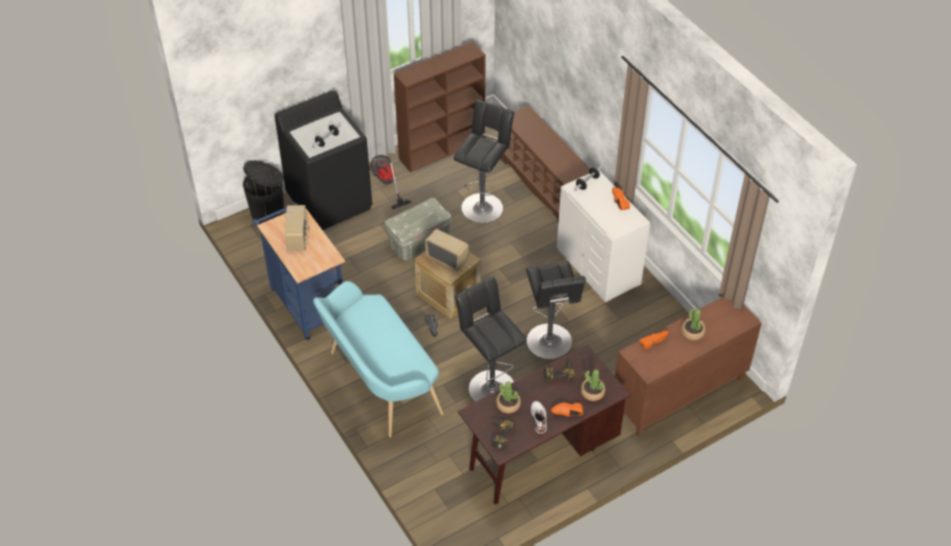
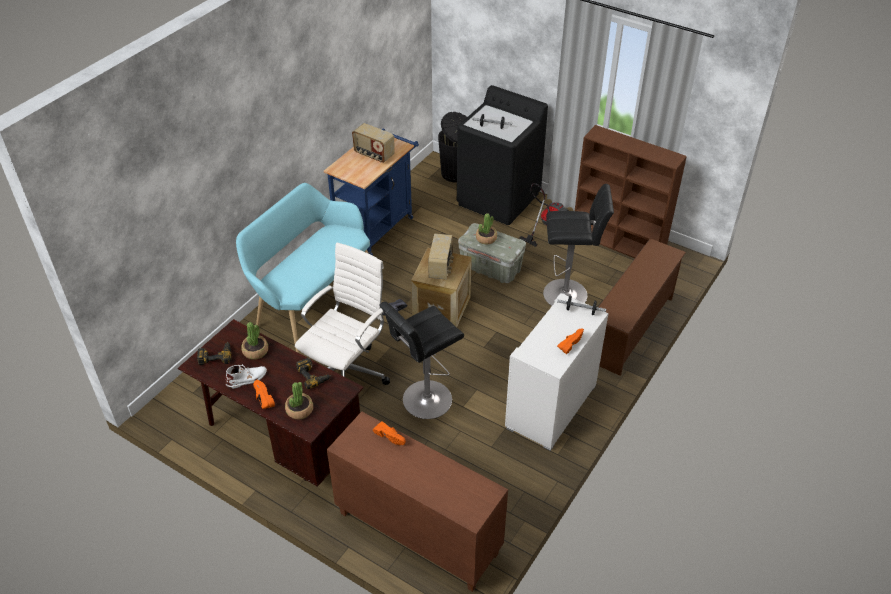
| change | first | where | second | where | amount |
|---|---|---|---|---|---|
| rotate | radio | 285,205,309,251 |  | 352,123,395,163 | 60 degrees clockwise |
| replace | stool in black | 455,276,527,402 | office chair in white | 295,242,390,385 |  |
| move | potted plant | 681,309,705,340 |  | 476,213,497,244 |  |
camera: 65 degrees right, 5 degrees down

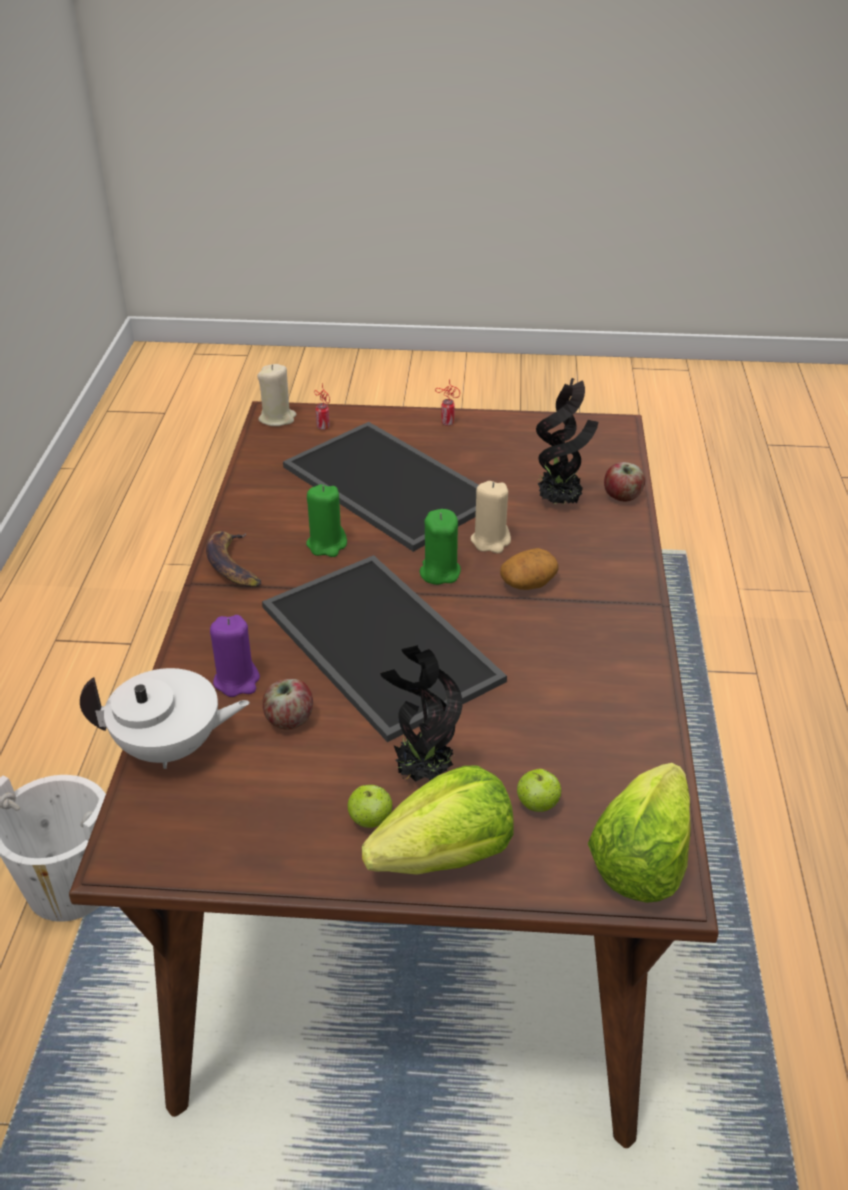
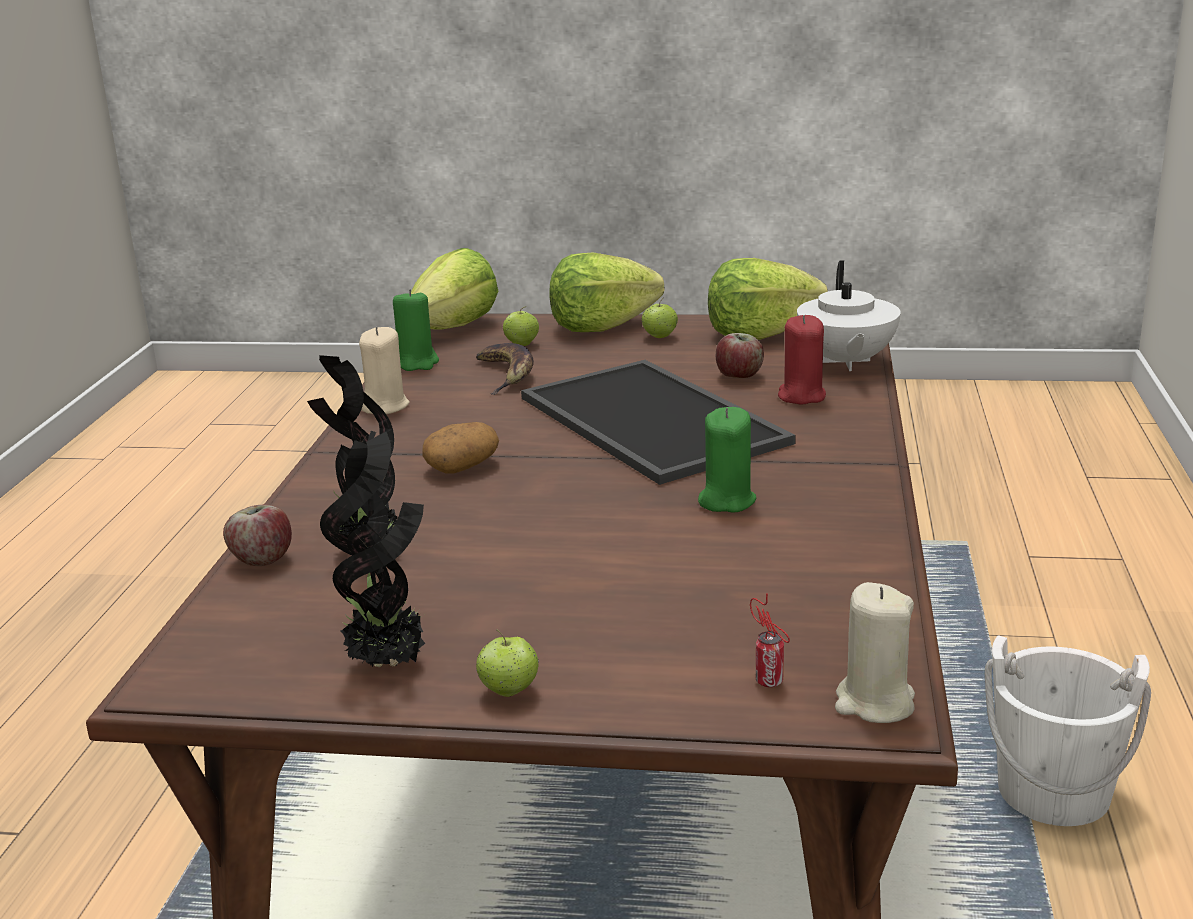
| change | first | where | second | where | amount |
|---|---|---|---|---|---|
| rotate | teapot in white | 80,668,250,769 |  | 797,261,901,371 | 90 degrees counterclockwise |
| move | banana | 206,531,261,587 |  | 476,343,534,395 |  |
| recolor | candle in purple | 210,615,260,697 | candle in red | 778,315,826,404 |  |
| delete | tray | 283,422,478,552 |  |  |  |
| move | potted plant | 380,645,463,782 |  | 320,430,426,667 |  |
| move | candle in green | 419,509,461,585 |  | 393,289,439,371 |  |
| replace | can | 435,379,460,426 | apple | 476,629,539,697 |  |
| move | candle in beige | 471,481,511,553 |  | 359,327,410,414 |  |
| insert |  |  | lettuce | 708,258,828,340 |  |
camera: 175 degrees left, 15 degrees down

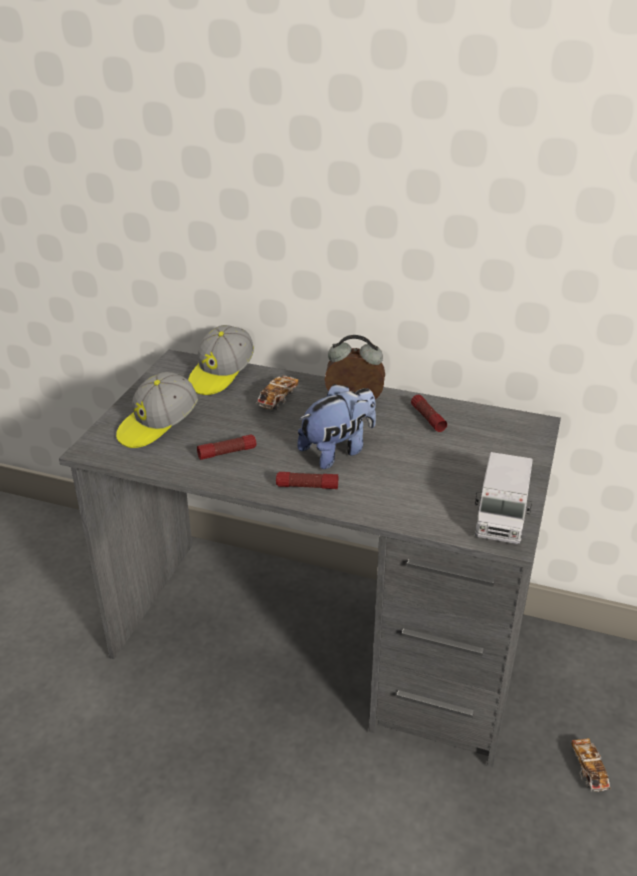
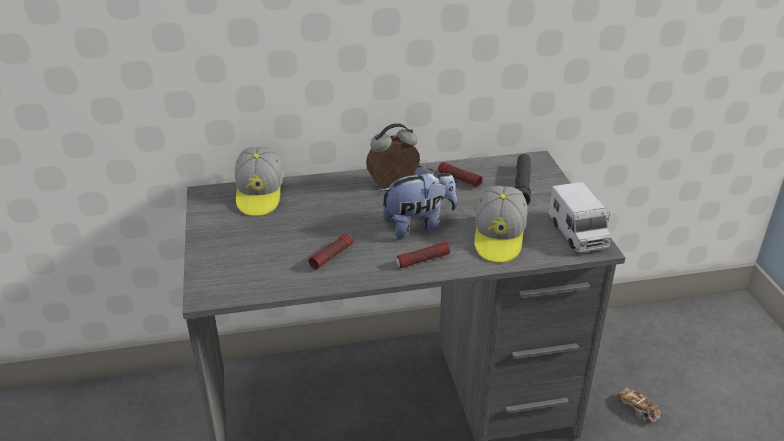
| change | first | where | second | where | amount |
|---|---|---|---|---|---|
| move | cap | 116,372,198,448 |  | 474,186,527,263 |  |
| delete | toy car | 256,375,299,410 |  |  |  |
| rotate | plush toy | 297,384,376,469 |  | 380,166,457,239 | 45 degrees clockwise |
| insert |  |  | flashlight in black | 514,154,531,205 |  |
camera: 30 degrees left, 0 degrees up

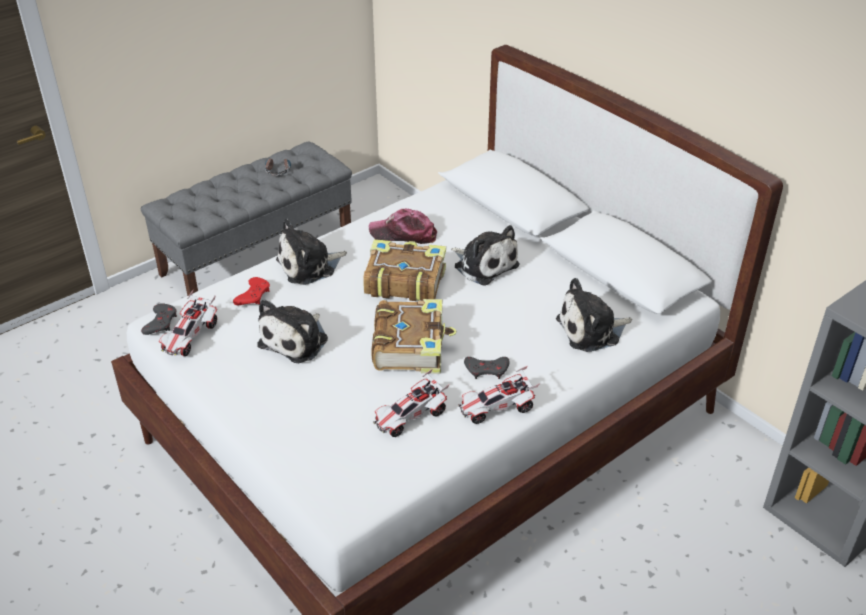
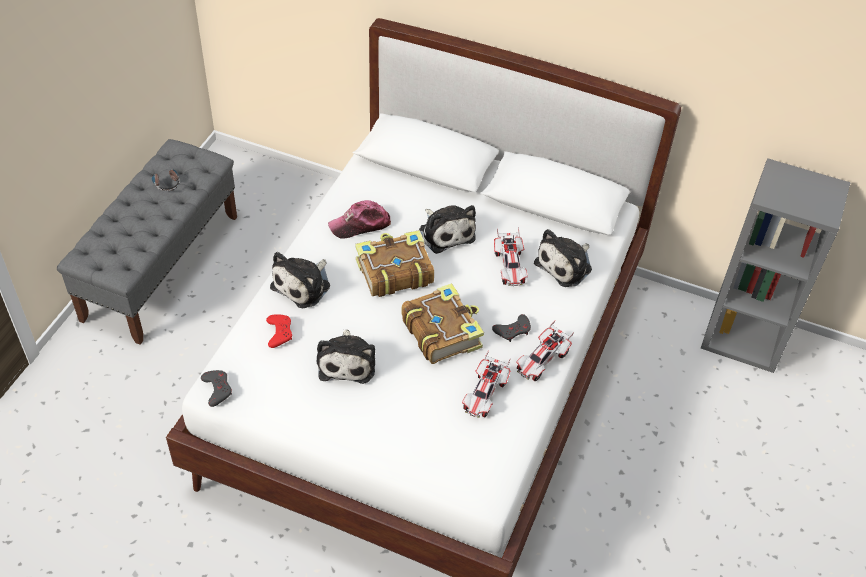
| change | first | where | second | where | amount |
|---|---|---|---|---|---|
| move | toy car | 159,290,217,356 |  | 494,228,528,286 |  |
| rotate | plush toy | 451,225,519,286 |  | 419,205,476,254 | 45 degrees clockwise |
camera: 30 degrees left, 10 degrees up

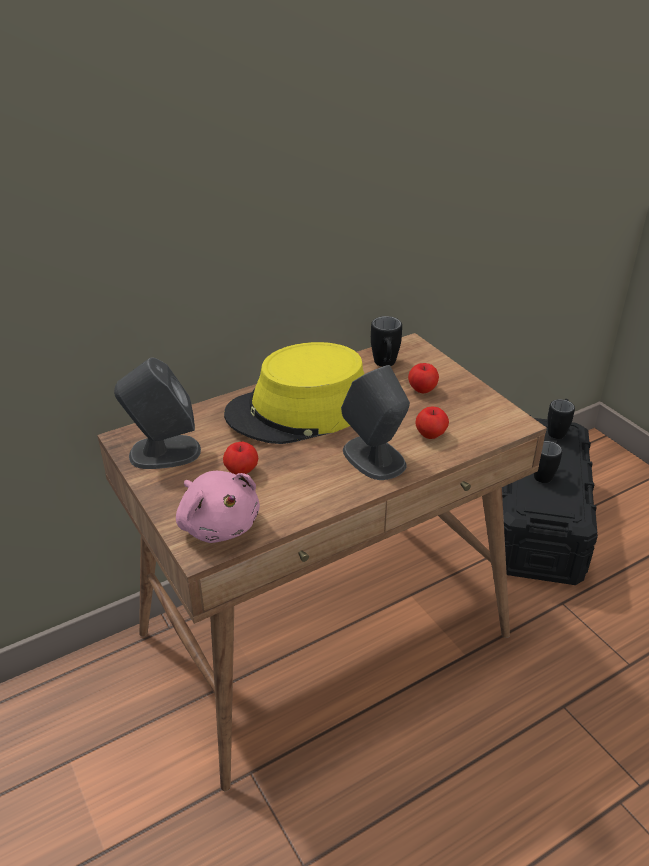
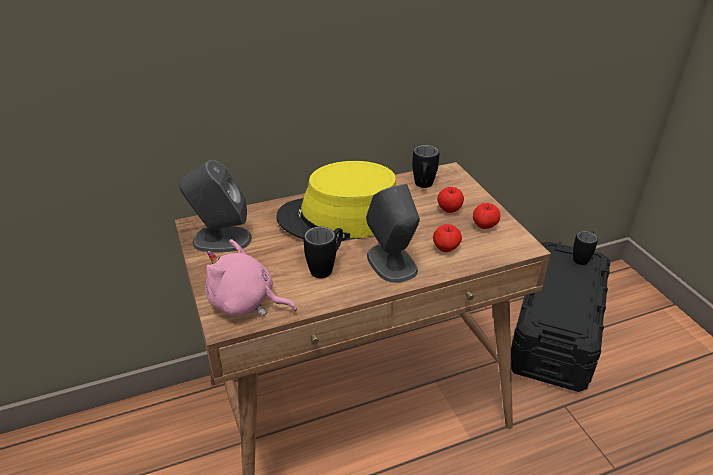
| change | first | where | second | where | amount |
|---|---|---|---|---|---|
| rotate | plush toy in pink | 176,471,260,543 |  | 205,239,297,317 | 135 degrees clockwise |
| move | apple | 223,442,258,475 |  | 473,203,500,229 |  |
| move | mug in black | 534,440,562,483 |  | 304,227,343,278 |  |
camera: 10 degrees right, 0 degrees up

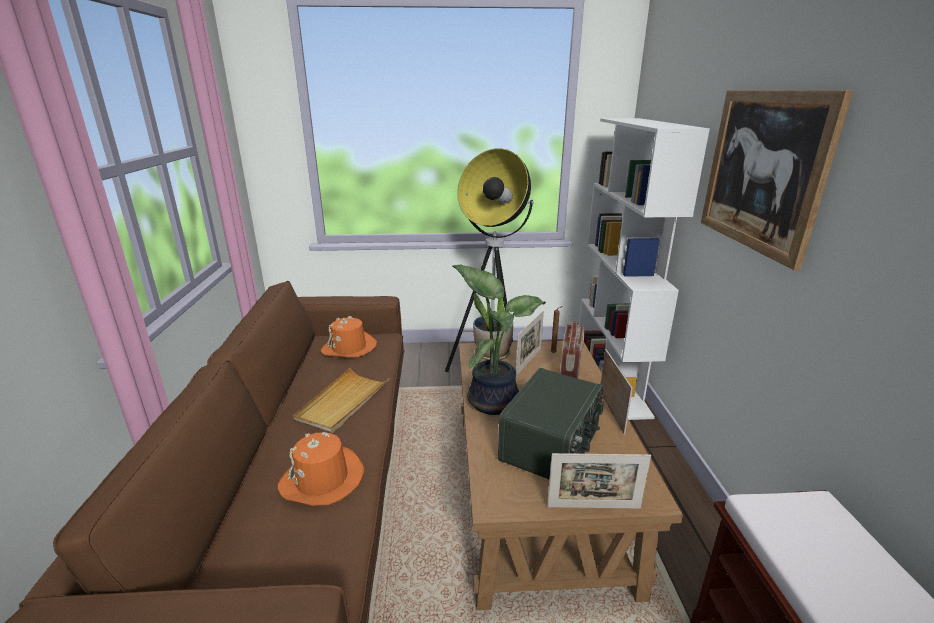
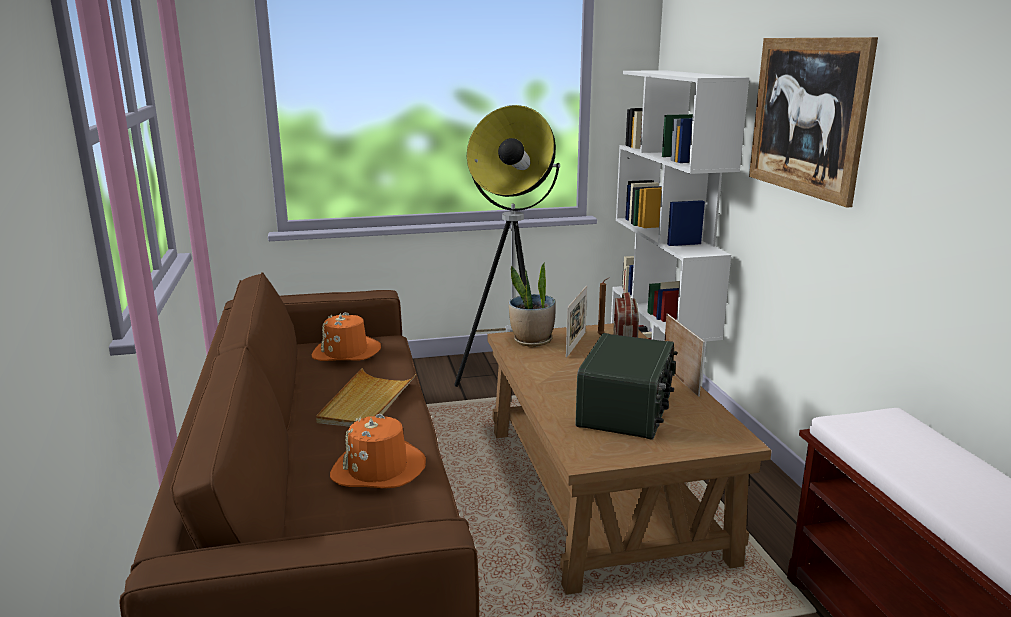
| change | first | where | second | where | amount |
|---|---|---|---|---|---|
| delete | potted plant | 452,264,546,415 |  |  |  |
| delete | picture frame | 547,453,651,509 |  |  |  |
camera: 10 degrees left, 5 degrees down

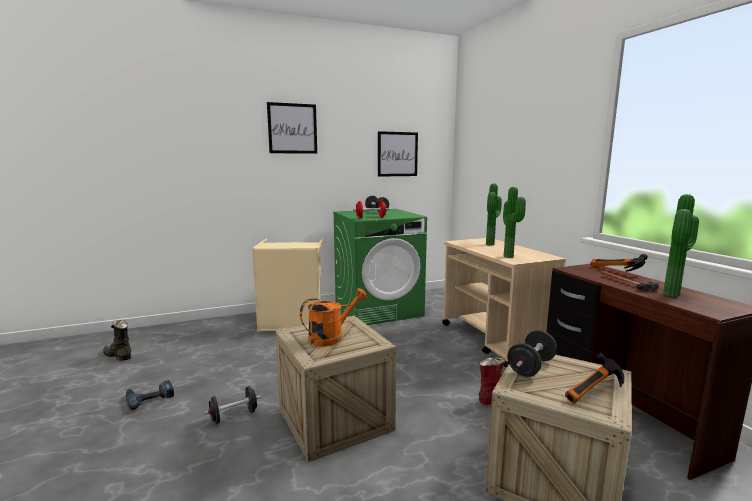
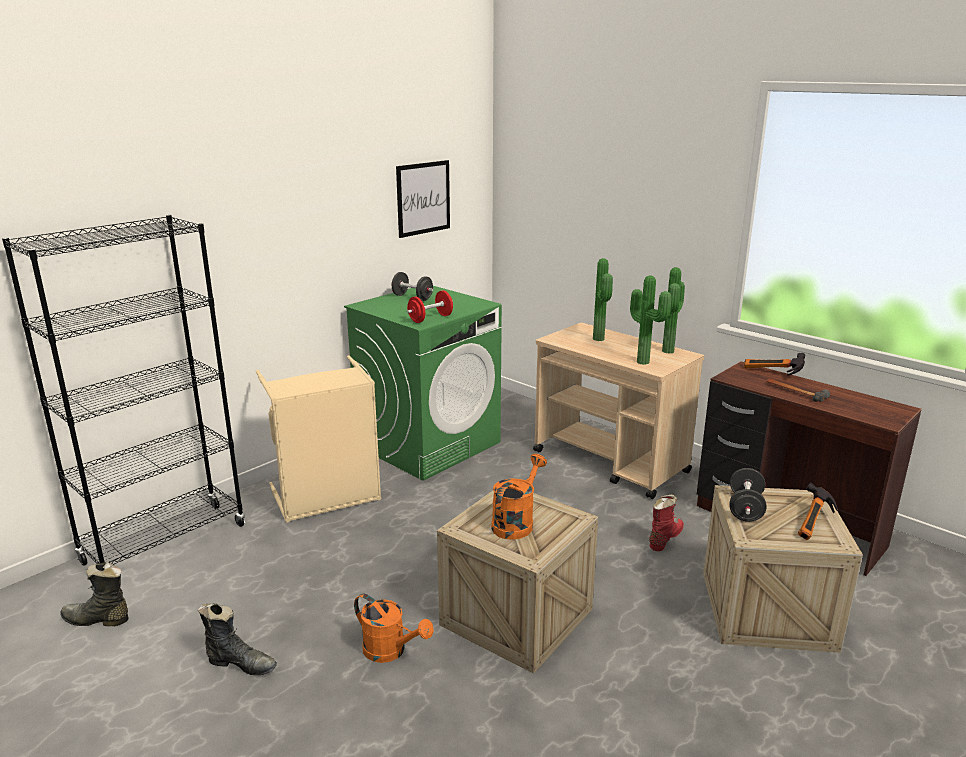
| change | first | where | second | where | amount |
|---|---|---|---|---|---|
| replace | power drill | 126,380,174,410 | boot in black | 197,603,277,675 |  |
| replace | dumbbell in black | 204,386,261,424 | watering can in orange | 354,594,434,663 |  |
| delete | picture | 267,102,317,154 |  |  |  |
| move | potted plant | 663,194,699,297 |  | 662,267,685,354 |  |
| insert |  |  | bookcase in black | 2,215,245,566 |  |
camera: 25 degrees left, 10 degrees up

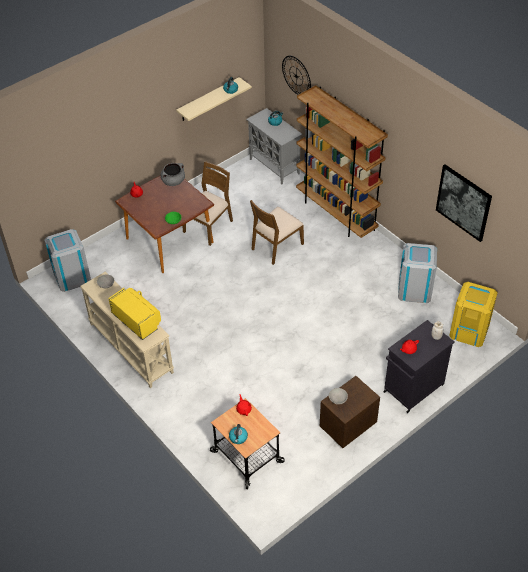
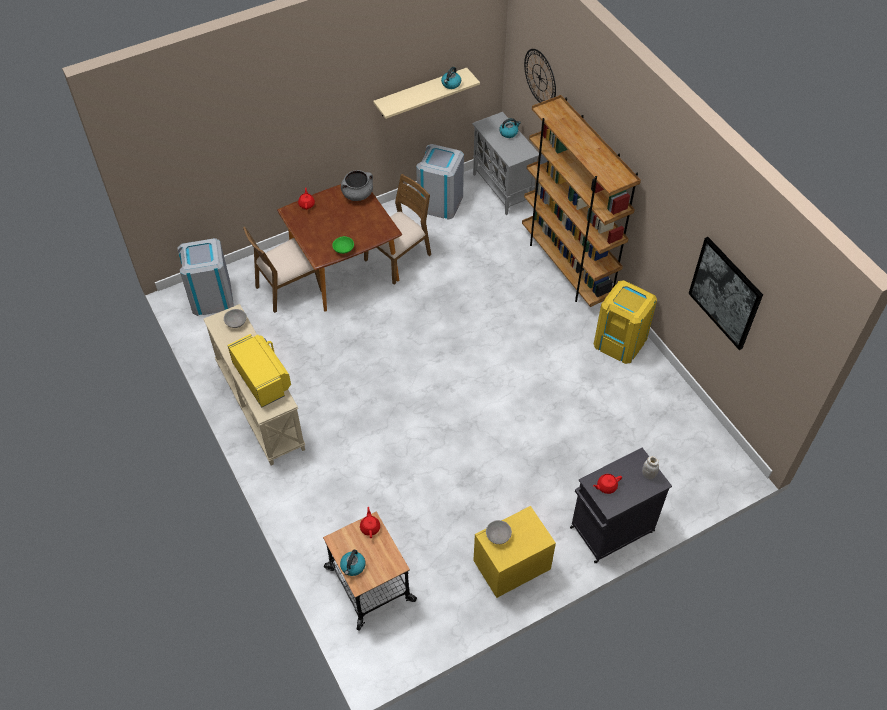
| change | first | where | second | where | amount |
|---|---|---|---|---|---|
| move | chair in brown | 250,200,304,265 |  | 243,226,322,313 |  |
| recolor | nightstand in brown | 320,376,380,448 | nightstand in yellow | 473,506,556,598 |  |
| move | trash can in grey | 398,243,437,303 |  | 416,144,464,220 |  |
| move | trash can in yellow | 449,282,497,347 |  | 594,280,657,364 |  |
camera: 10 degrees right, 5 degrees up

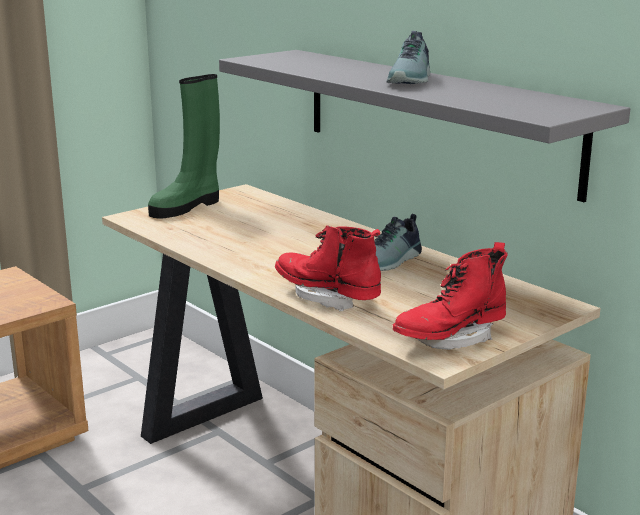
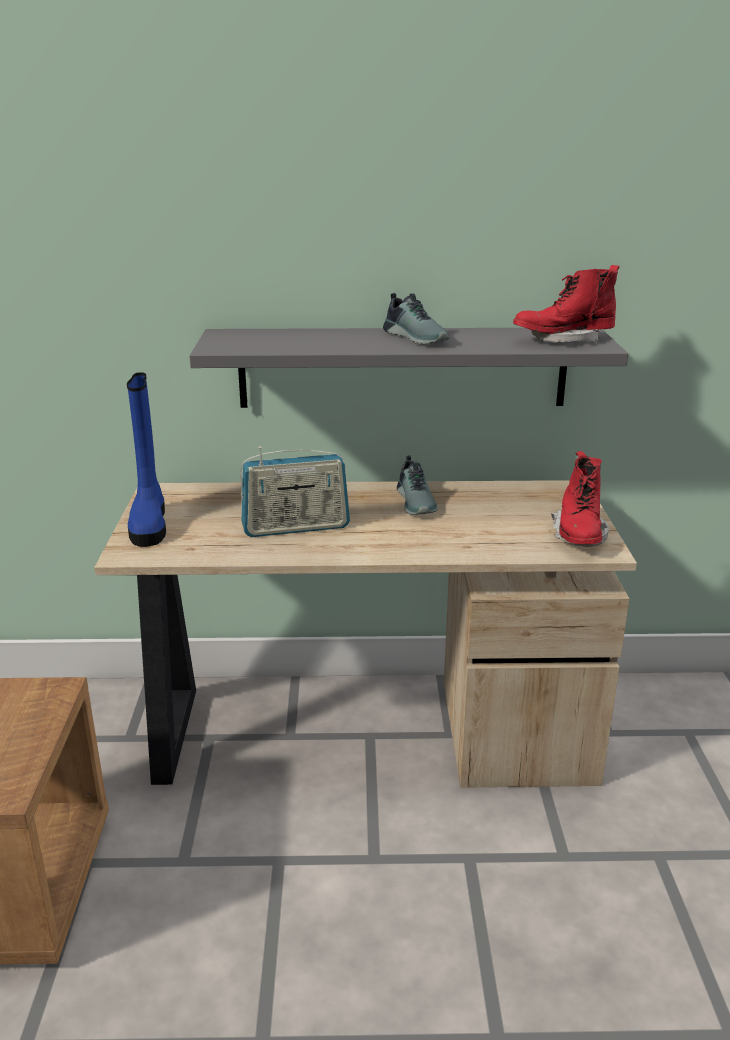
| change | first | where | second | where | amount |
|---|---|---|---|---|---|
| recolor | boot in green | 148,74,220,219 | boot in blue | 127,372,166,547 |  |
| move | boot in red | 275,225,381,311 |  | 513,265,620,343 |  |
| insert |  |  | radio | 240,446,350,537 |  |
camera: 50 degrees left, 5 degrees up

